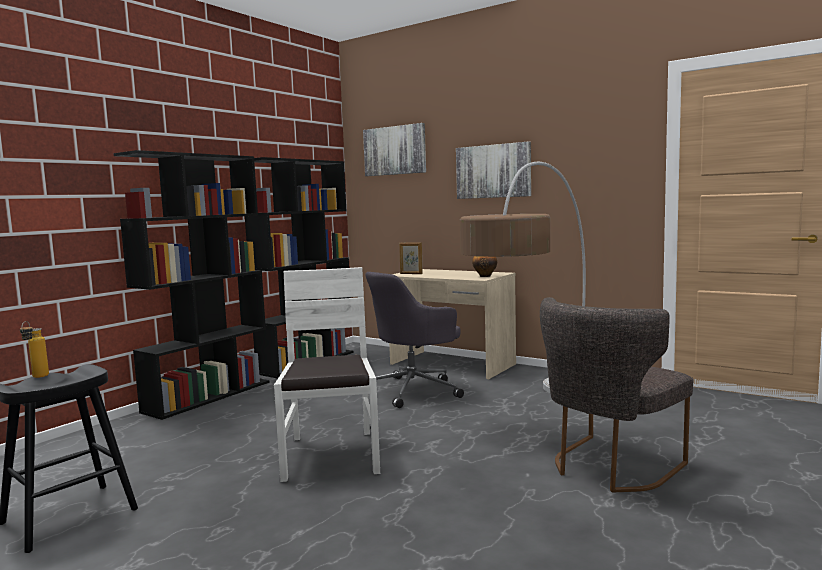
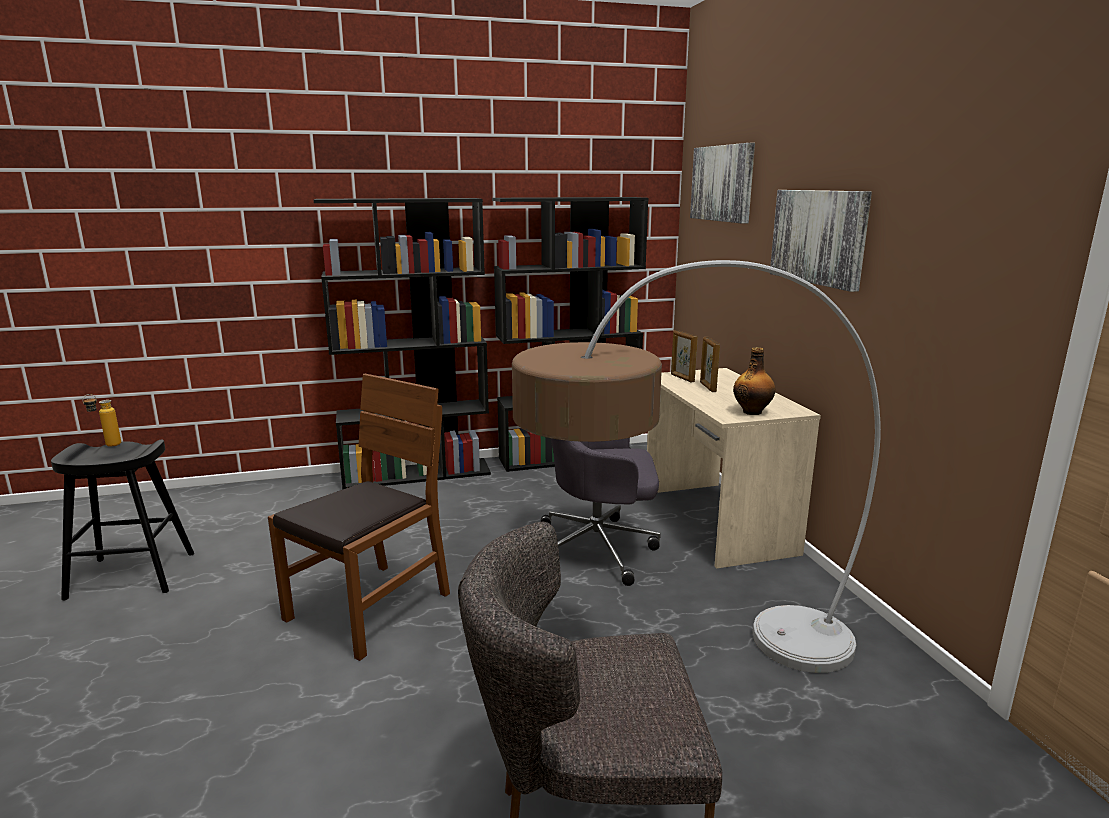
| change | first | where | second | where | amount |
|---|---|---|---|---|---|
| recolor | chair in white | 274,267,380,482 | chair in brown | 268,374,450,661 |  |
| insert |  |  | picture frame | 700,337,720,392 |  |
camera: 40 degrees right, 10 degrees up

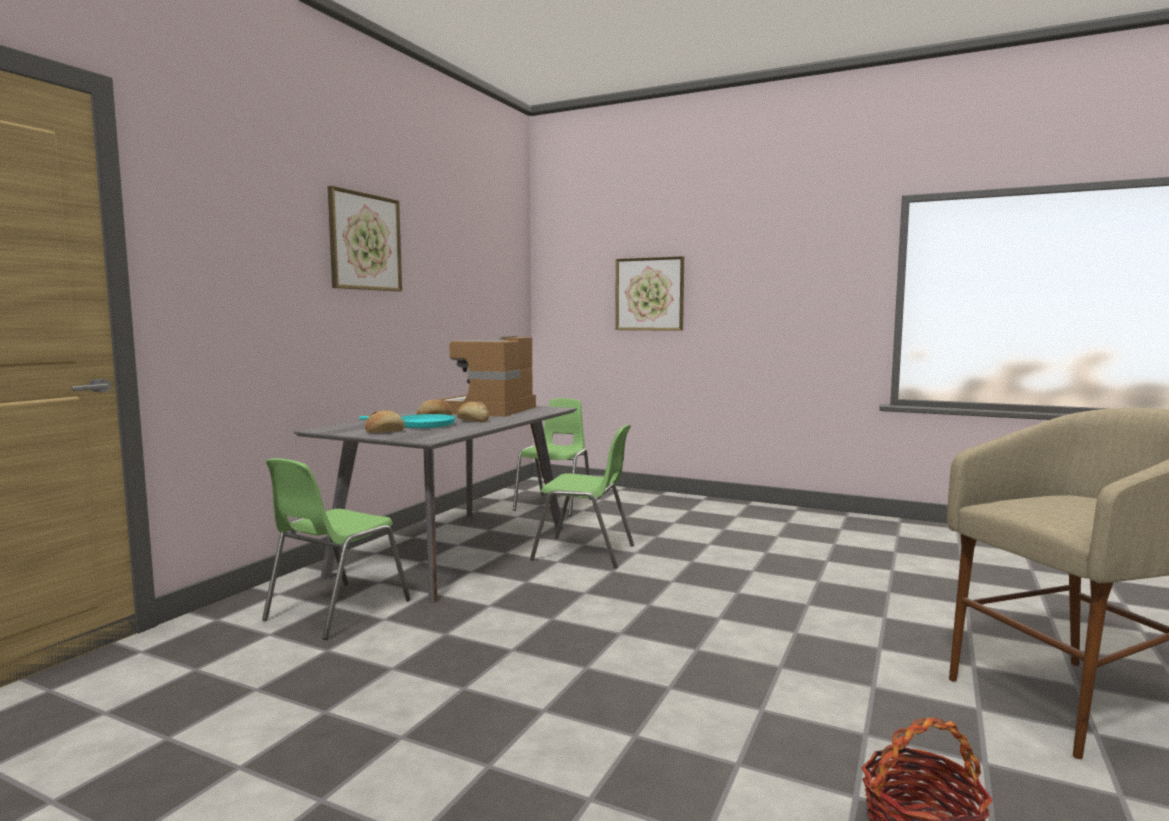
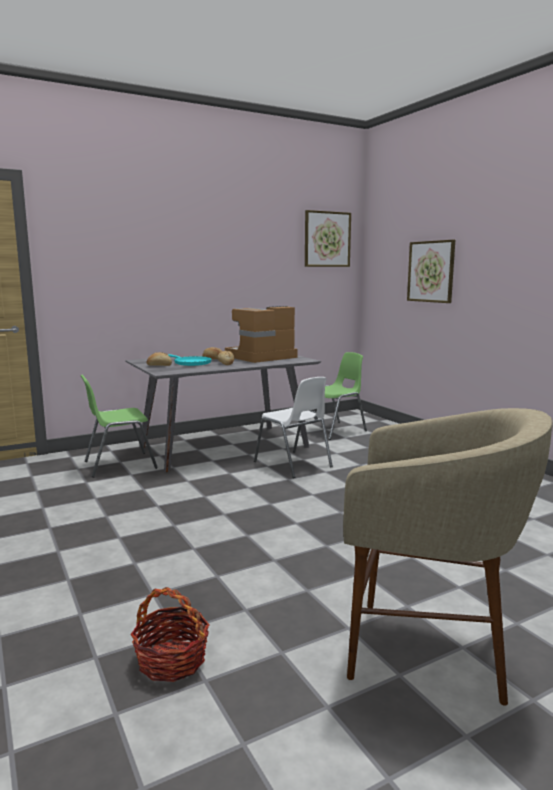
| change | first | where | second | where | amount |
|---|---|---|---|---|---|
| move | picture | 328,186,402,291 |  | 305,210,351,267 |  |
| recolor | chair in green | 530,424,634,568 | chair in white | 254,377,333,478 |  |
camera: 35 degrees right, 5 degrees up

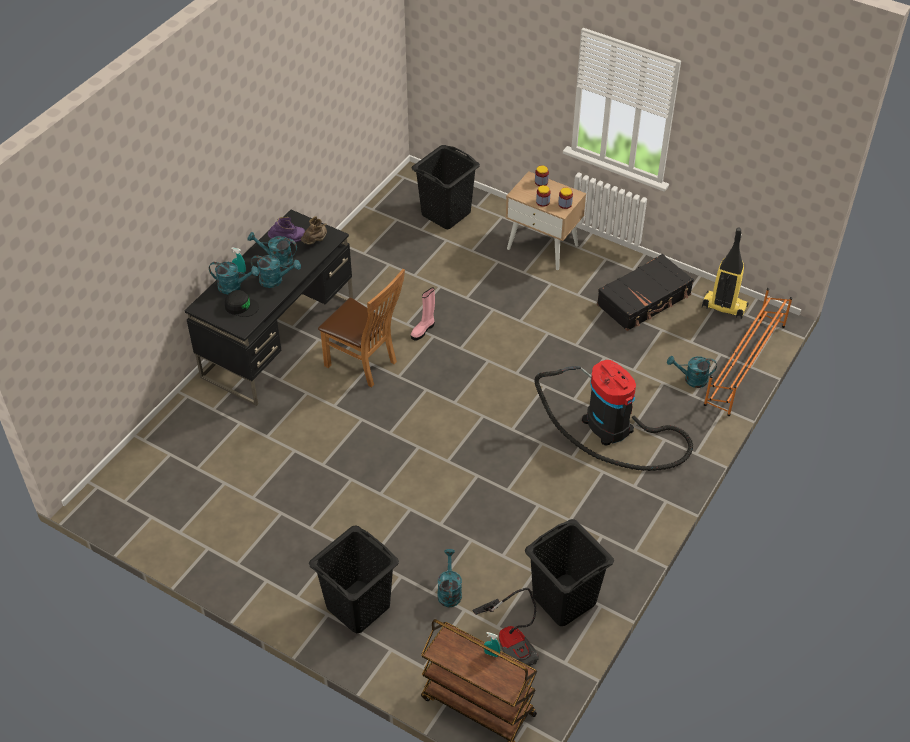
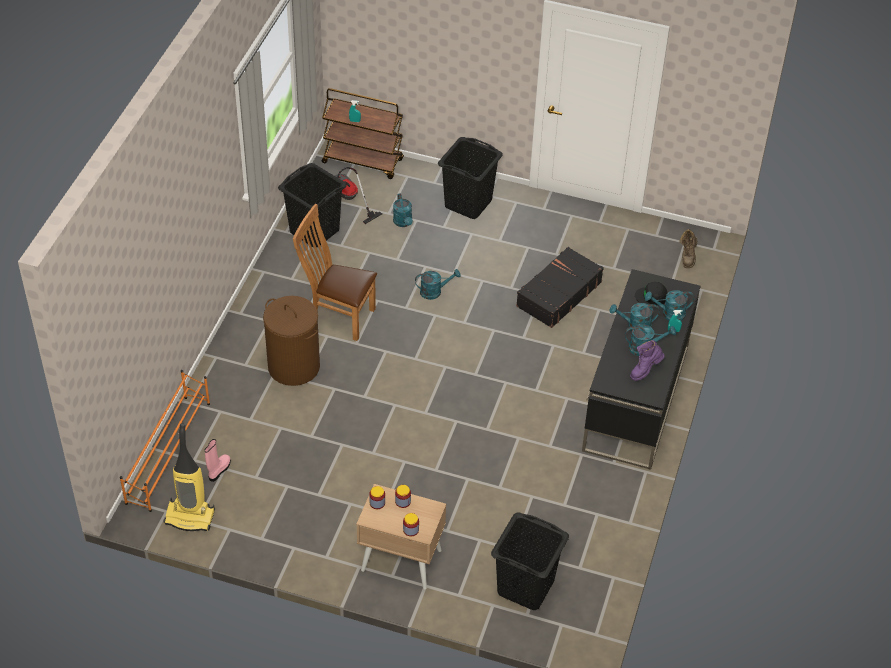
| change | first | where | second | where | amount |
|---|---|---|---|---|---|
| move | boot in brown | 301,216,327,245 |  | 679,229,697,268 |  |
| move | chair in brown | 318,269,405,388 |  | 293,204,377,341 |  |
| move | boot in pink | 411,287,435,341 |  | 204,439,231,482 |  |
| replace | vacuum cleaner | 534,360,693,471 | laundry basket in brown | 263,296,320,386 |  |
| move | suitcase in black | 597,254,694,331 |  | 516,247,604,328 |  |
| move | watering can in turquoise | 667,356,717,388 |  | 415,269,460,300 |  |
camera: 165 degrees right, 0 degrees up

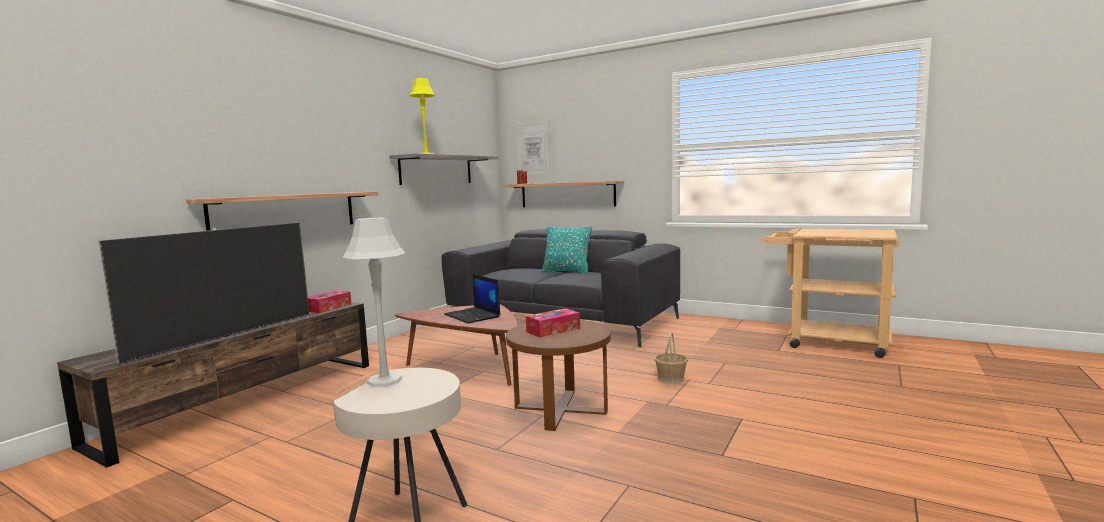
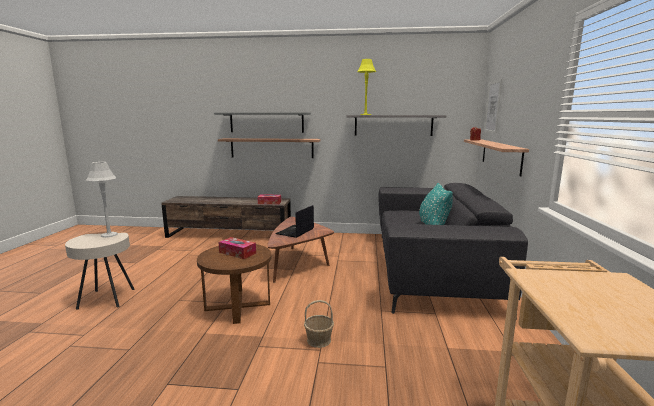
| change | first | where | second | where | amount |
|---|---|---|---|---|---|
| delete | television | 98,222,309,364 |  |  |  |
| insert |  |  | shelf in grey | 214,112,311,133 |  |
camera: 65 degrees right, 5 degrees up

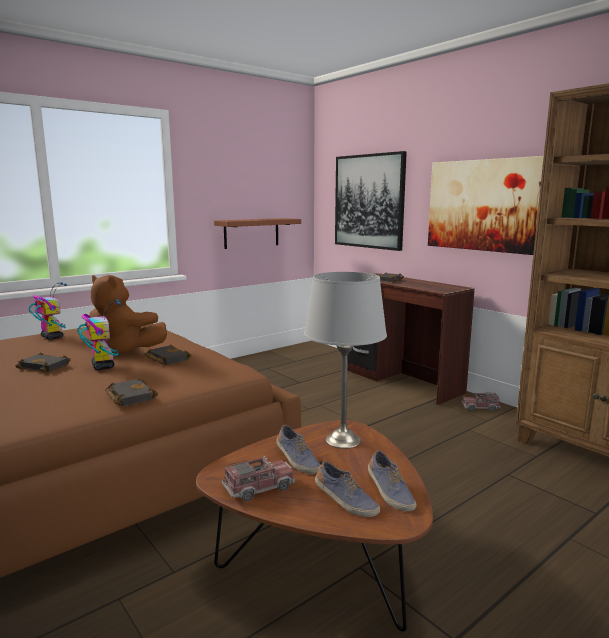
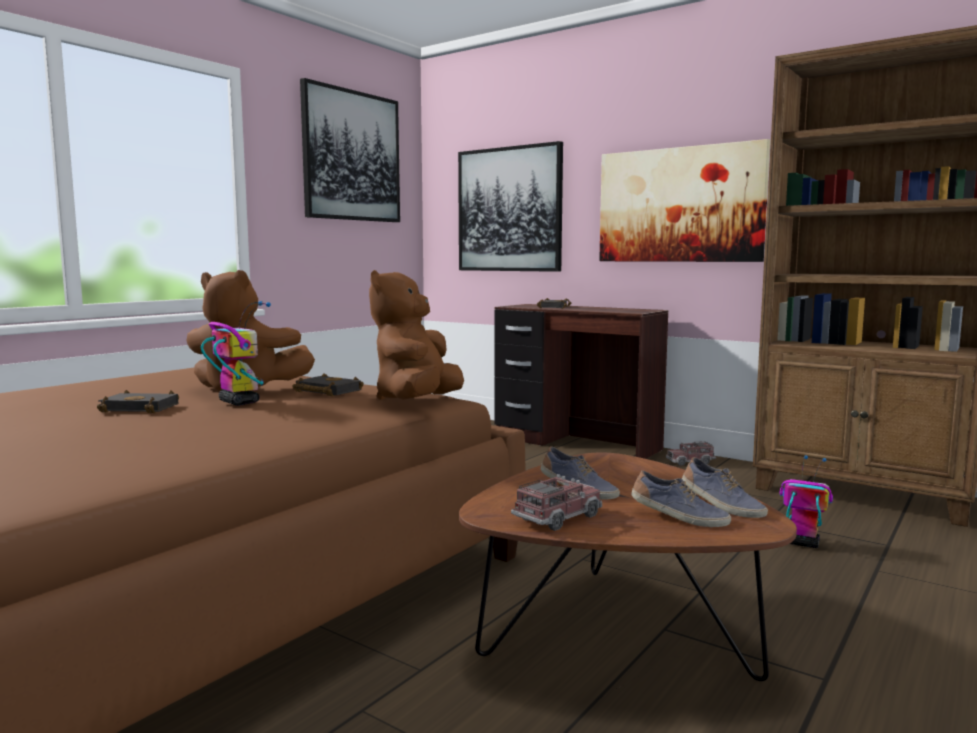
| change | first | where | second | where | amount |
|---|---|---|---|---|---|
| move | toy robot | 29,282,67,340 |  | 780,455,833,548 |  |
| delete | book in black | 105,378,158,406 |  |  |  |
| delete | shelf in brown | 214,218,301,249 |  |  |  |
| delete | table lamp in grey | 304,272,387,449 |  |  |  |
| insert |  |  | picture | 300,78,400,222 |  |
| insert |  |  | plush toy in brown | 369,270,464,400 |  |
camera: 15 degrees left, 5 degrees down

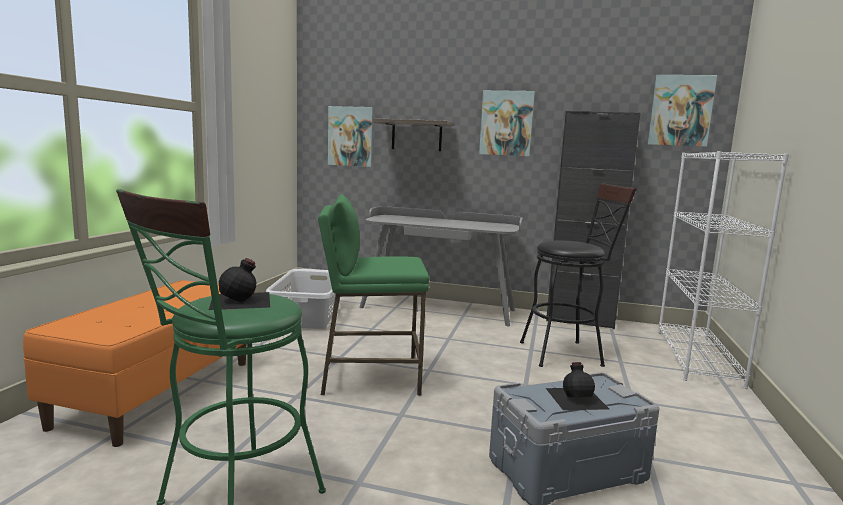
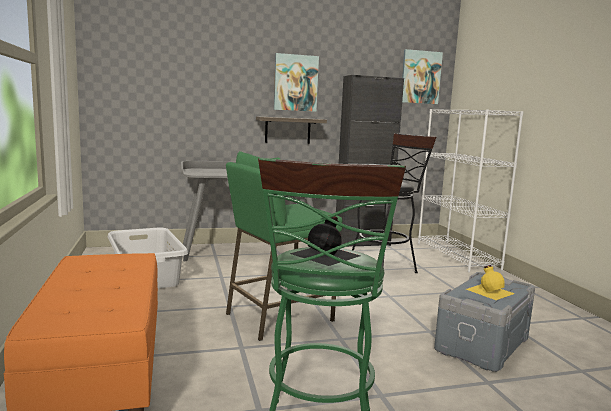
| change | first | where | second | where | amount |
|---|---|---|---|---|---|
| delete | picture | 328,106,374,167 |  |  |  |
| move | shelf | 373,118,453,151 |  | 256,116,327,144 |  |
| recolor | bottle in black | 546,362,609,410 | bottle in yellow | 466,265,515,300 |  |
camera: 30 degrees left, 0 degrees up

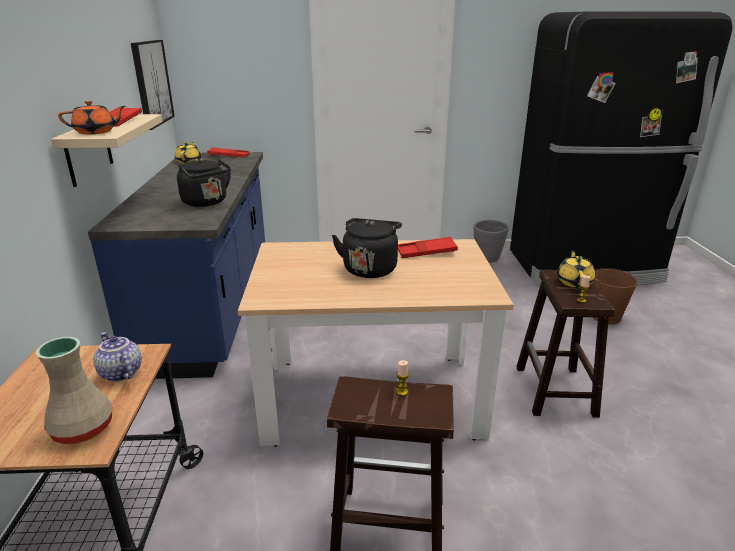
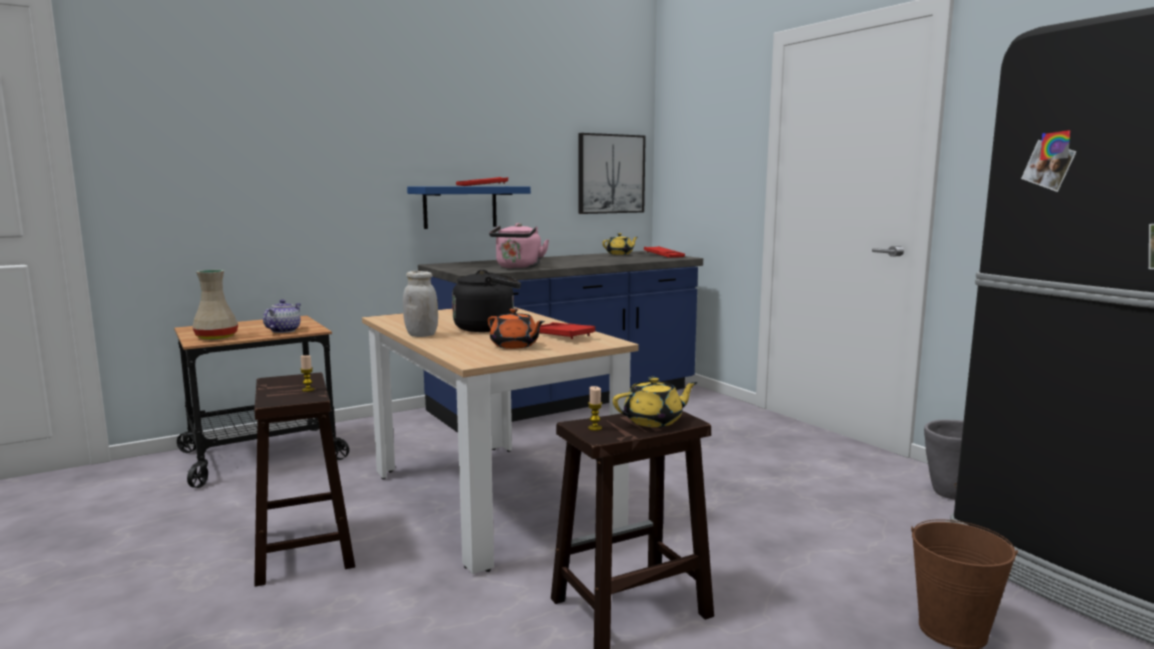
| change | first | where | second | where | amount |
|---|---|---|---|---|---|
| recolor | shelf in beige | 51,114,163,187 | shelf in blue | 407,186,531,229 |  |
| move | teapot in orange | 58,101,125,134 |  | 488,308,545,349 |  |
| recolor | kettle in black | 177,158,231,207 | kettle in pink | 489,223,549,269 |  |
| insert |  |  | jar in white | 403,271,438,337 |  |
camera: 60 degrees right, 15 degrees down

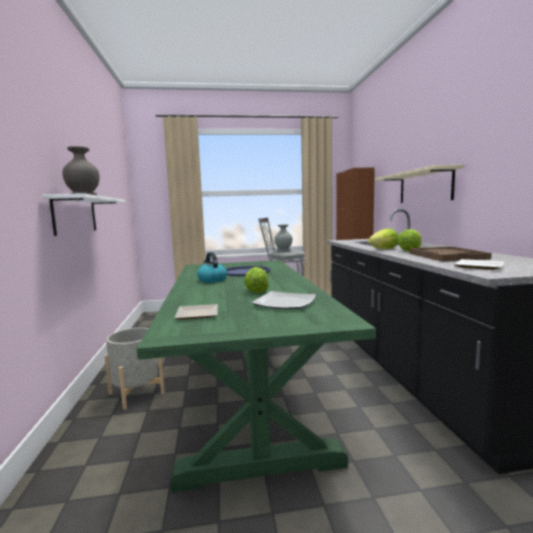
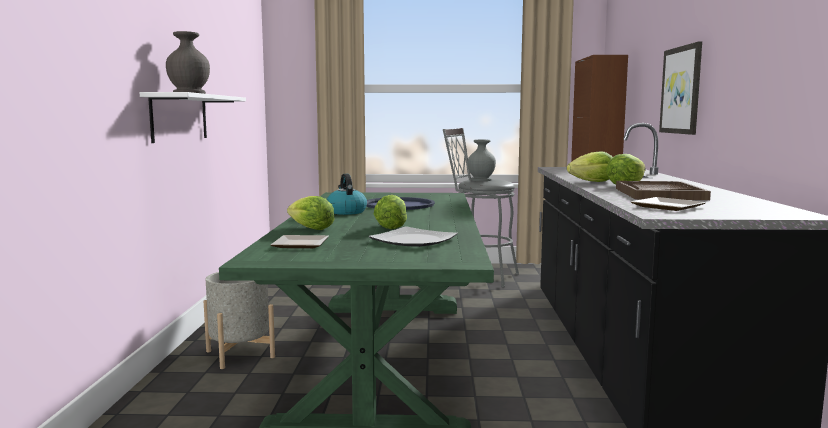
| change | first | where | second | where | amount |
|---|---|---|---|---|---|
| replace | shelf in beige | 375,165,464,203 | picture | 659,41,702,135 |  |
| insert |  |  | lettuce | 287,196,335,230 |  |
camera: 10 degrees right, 0 degrees up

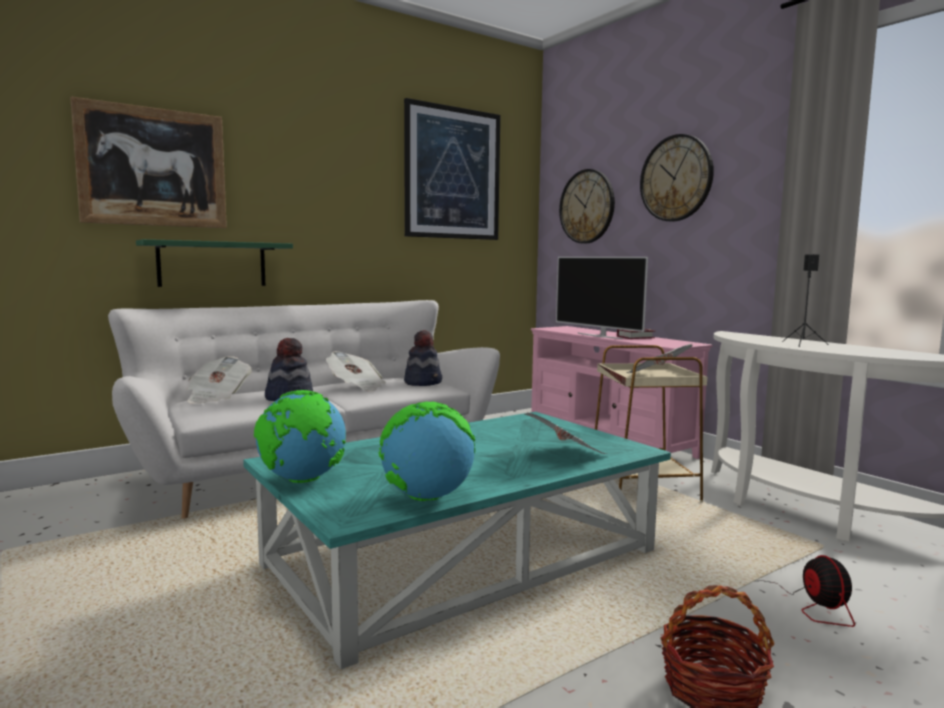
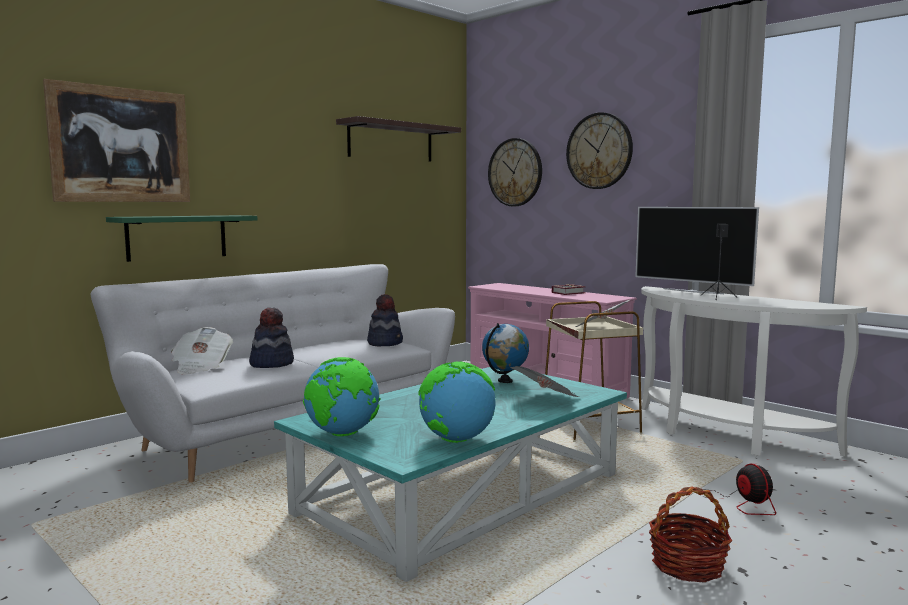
| change | first | where | second | where | amount |
|---|---|---|---|---|---|
| delete | newspaper | 326,351,386,392 |  |  |  |
| replace | picture | 404,98,500,240 | shelf | 336,116,461,162 |  |
| move | television | 556,257,648,339 |  | 635,207,759,294 |  |
| insert |  |  | globe | 482,323,529,383 |  |
camera: 10 degrees left, 0 degrees up

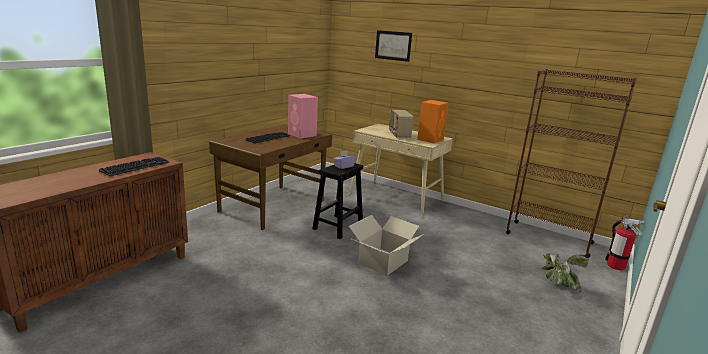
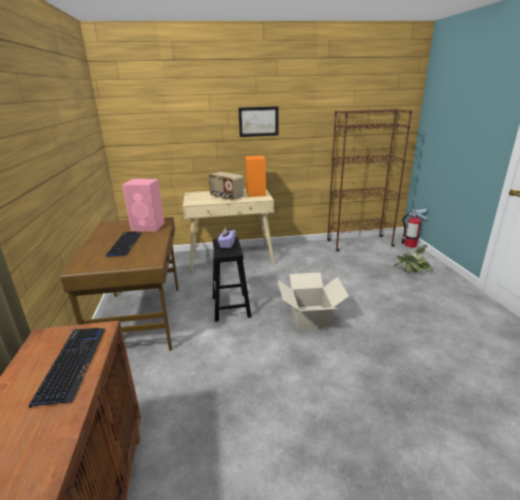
| change | first | where | second | where | amount |
|---|---|---|---|---|---|
| move | picture | 375,30,412,62 |  | 238,106,278,137 |  |
camera: 40 degrees left, 5 degrees up

